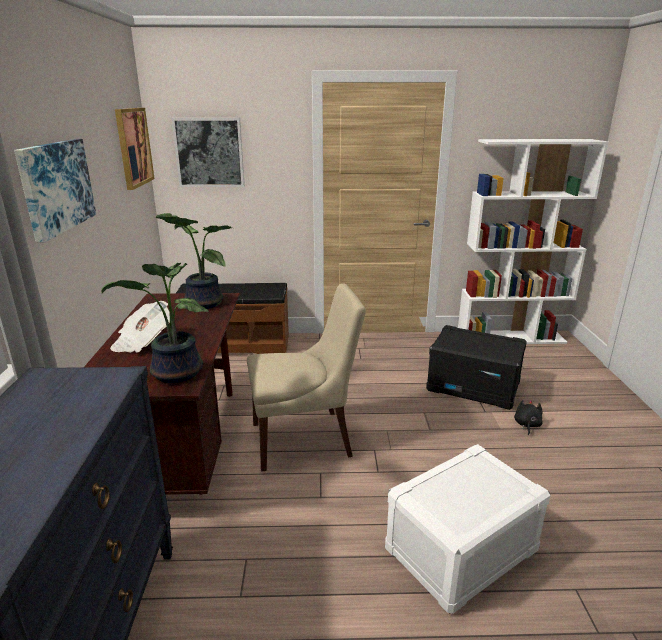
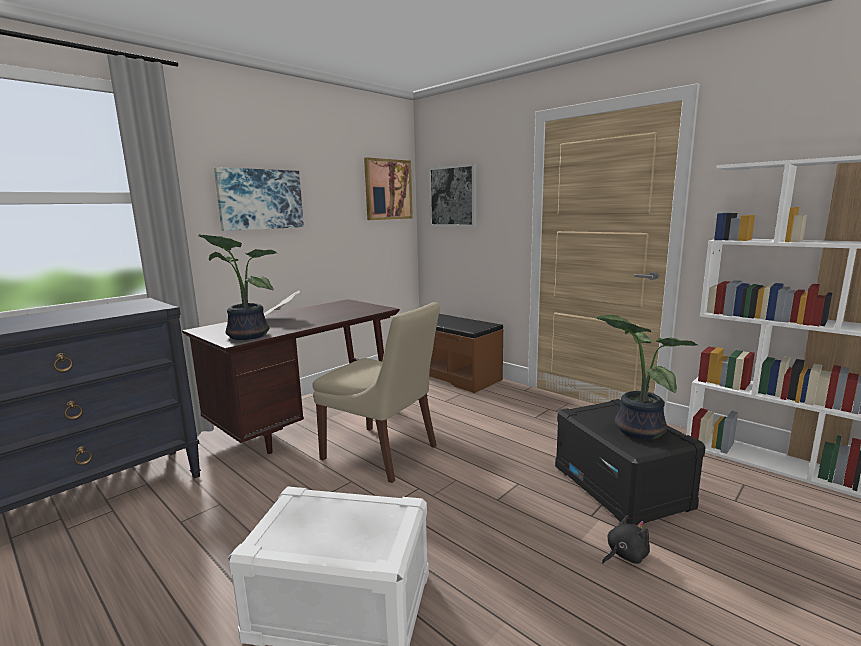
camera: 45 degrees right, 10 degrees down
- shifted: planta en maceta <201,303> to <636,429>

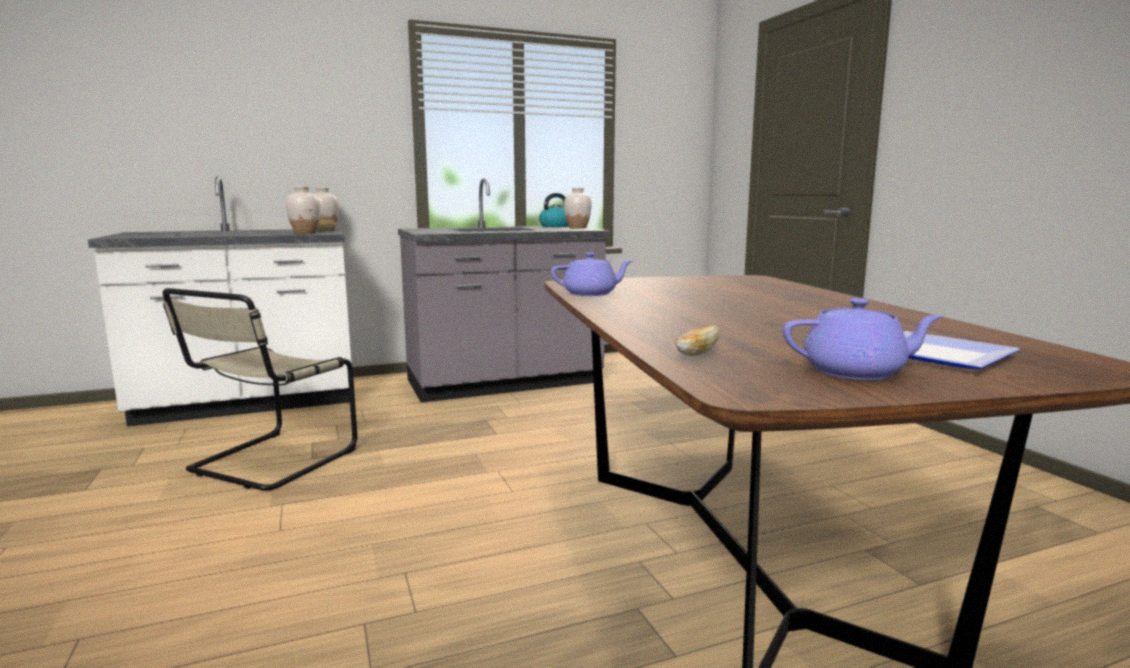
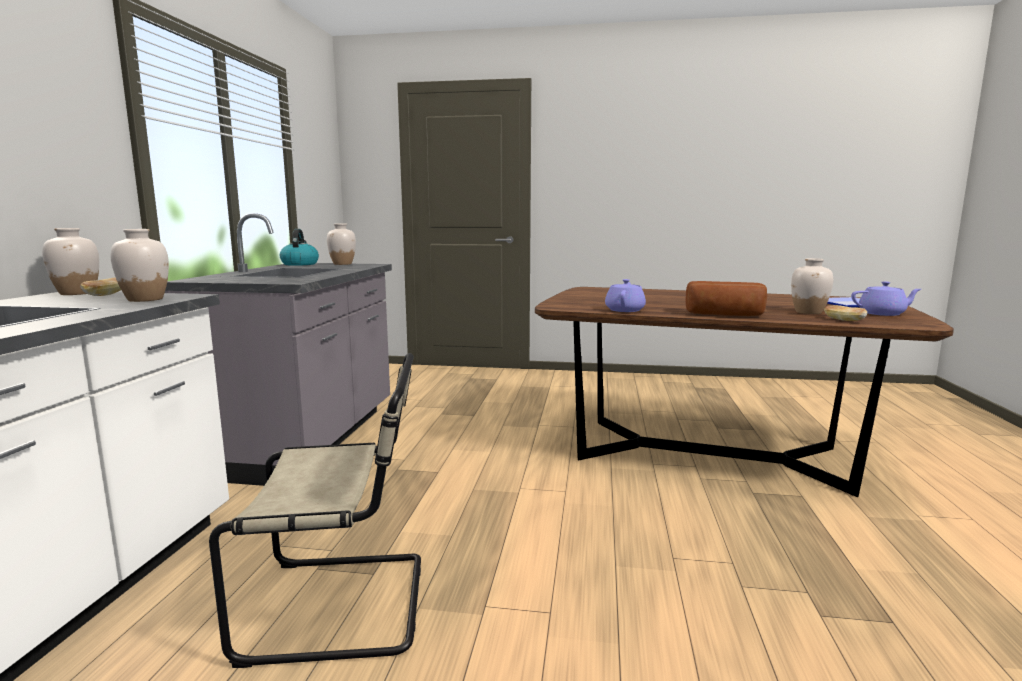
camera: 60 degrees left, 0 degrees up
- rotated: silla/beis <269,462> = <345,605> 60 degrees counterclockwise
- new: pan <724,315>
- new: florero/blanco <808,312>
- rotated: tetera/morado <856,372> = <883,314> 60 degrees clockwise

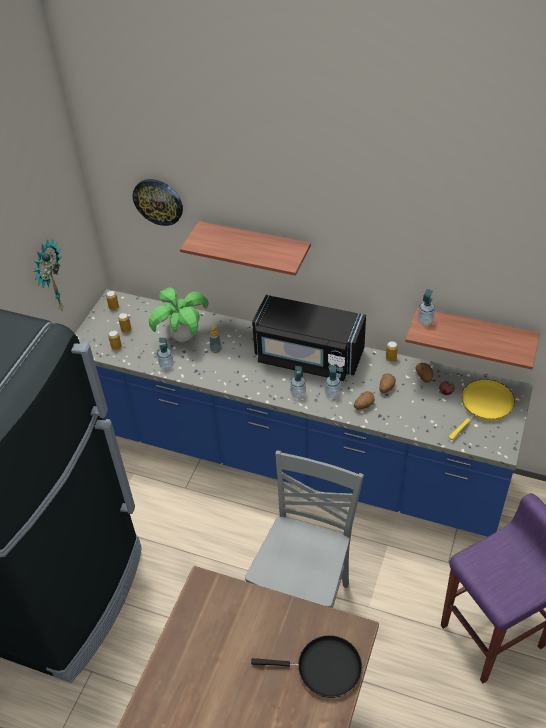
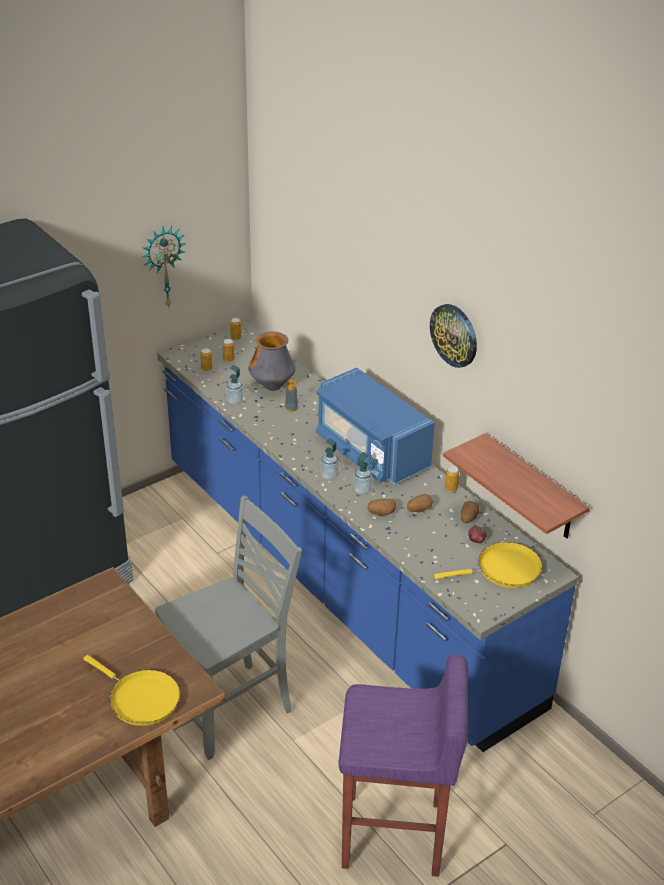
camera: 30 degrees right, 10 degrees down
- repainted: sartén/negro <324,668> to sartén/amarillo <140,698>
- swapped: planta en maceta <183,337> to florero <272,386>
- repainted: microondas/negro <308,357> to microondas/azul <370,451>
- shifted: reloj de pared <158,201> to <454,335>
- gone: estante <254,248>
- gone: dispensador de jabón <425,321>

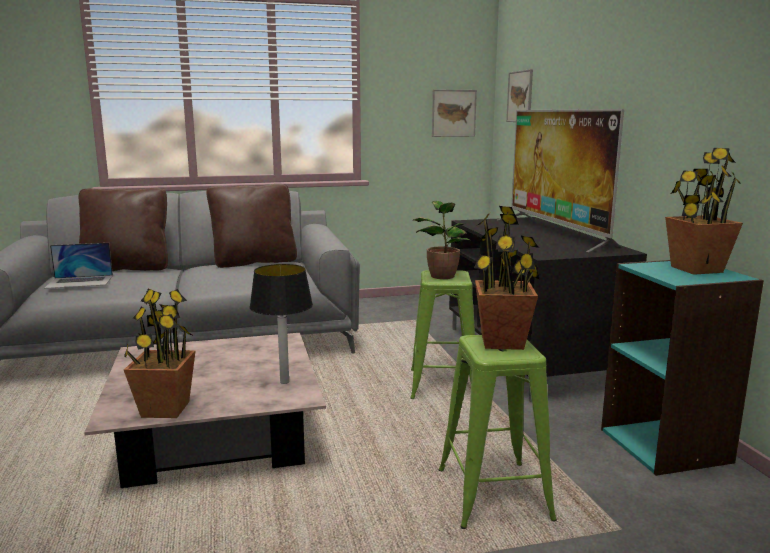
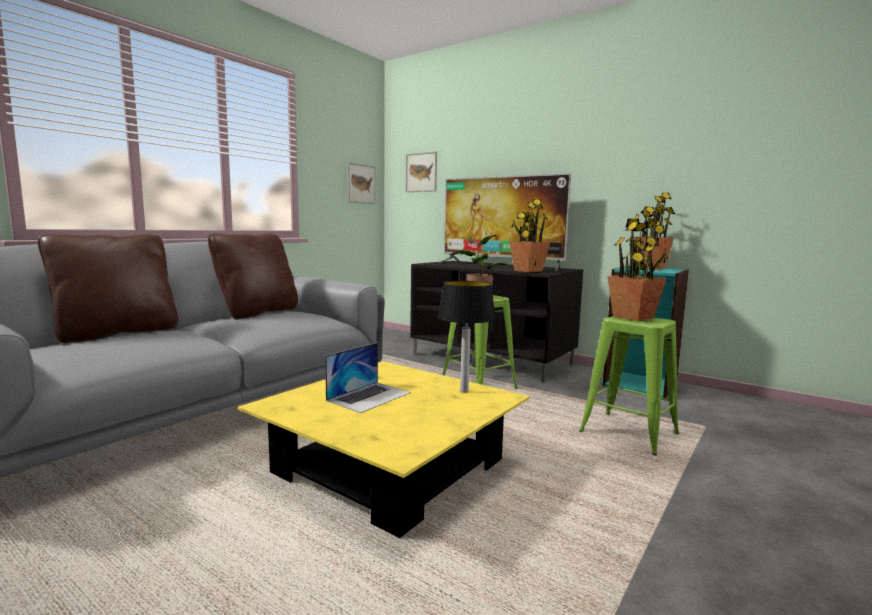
camera: 40 degrees left, 5 degrees down
- repainted: mesa de centro/rosa <217,434> to mesa de centro/amarillo <390,465>
- shifted: portátil <80,281> to <369,396>
- shifted: planta en maceta <164,409> to <527,271>

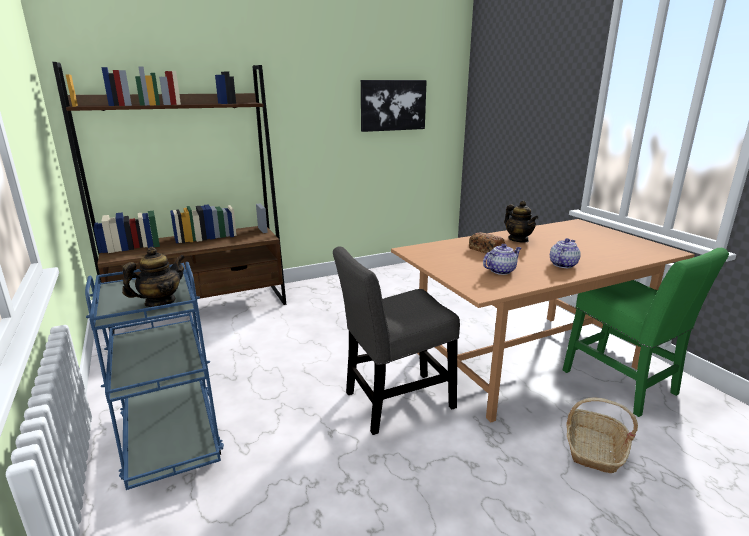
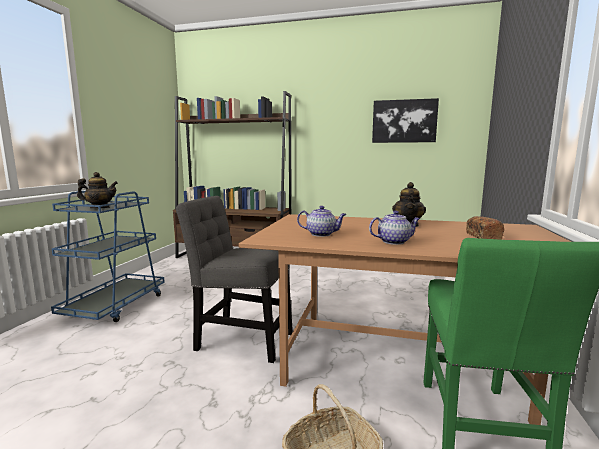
camera: 40 degrees right, 10 degrees down
- shifted: pan <485,250> to <483,236>

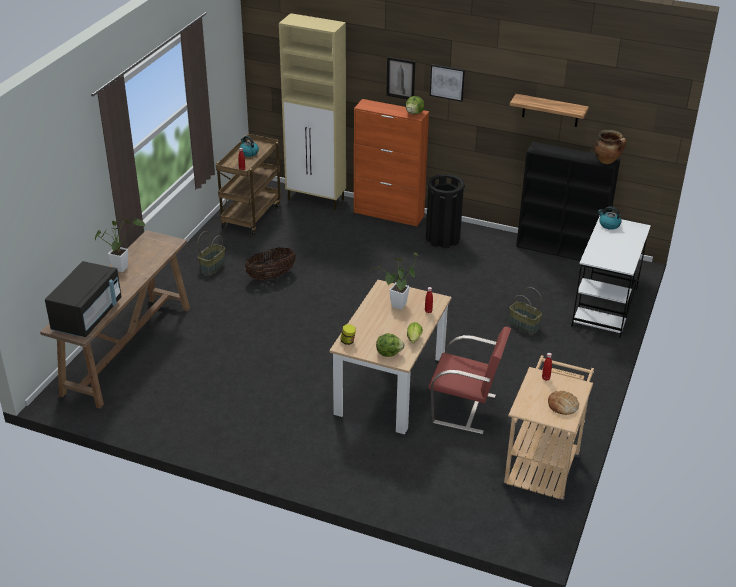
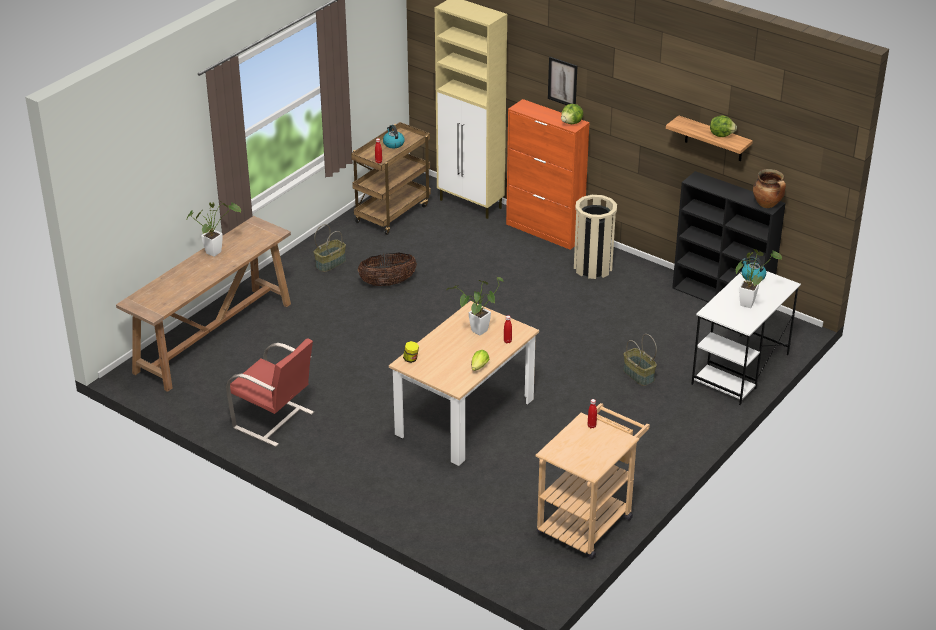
camera: 15 degrees right, 0 degrees up
- shifted: silla/rojo <465,409> to <274,421>
- repainted: papelera/negro <442,238> to papelera/beis <593,267>
- shifted: lechuga <389,353> to <721,135>
- new: planta en maceta <748,302>
- gone: microondas/negro <87,316>
- gone: cuadro <447,82>
- gone: pan <563,405>

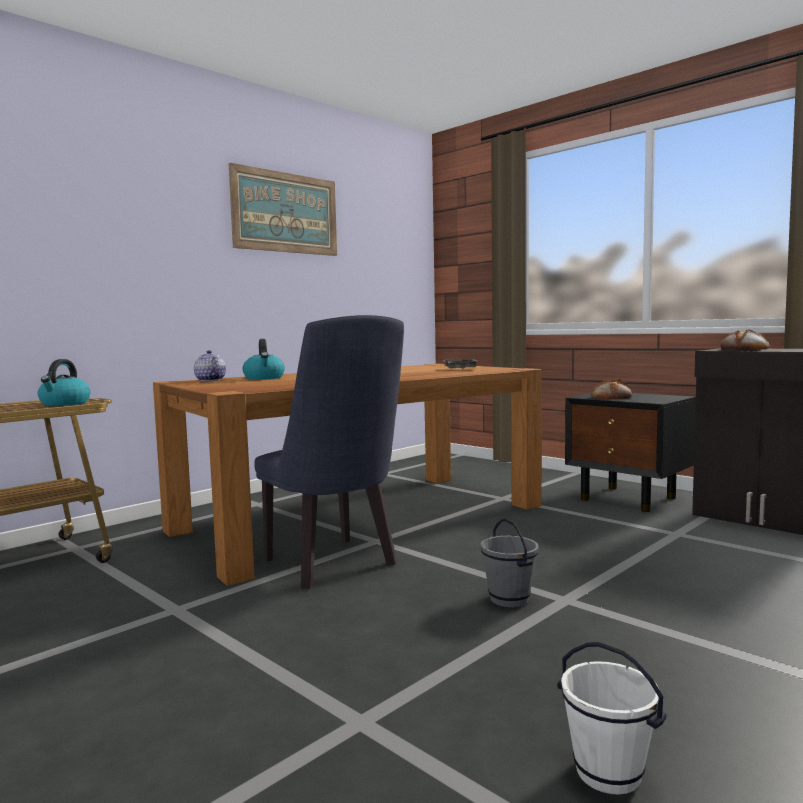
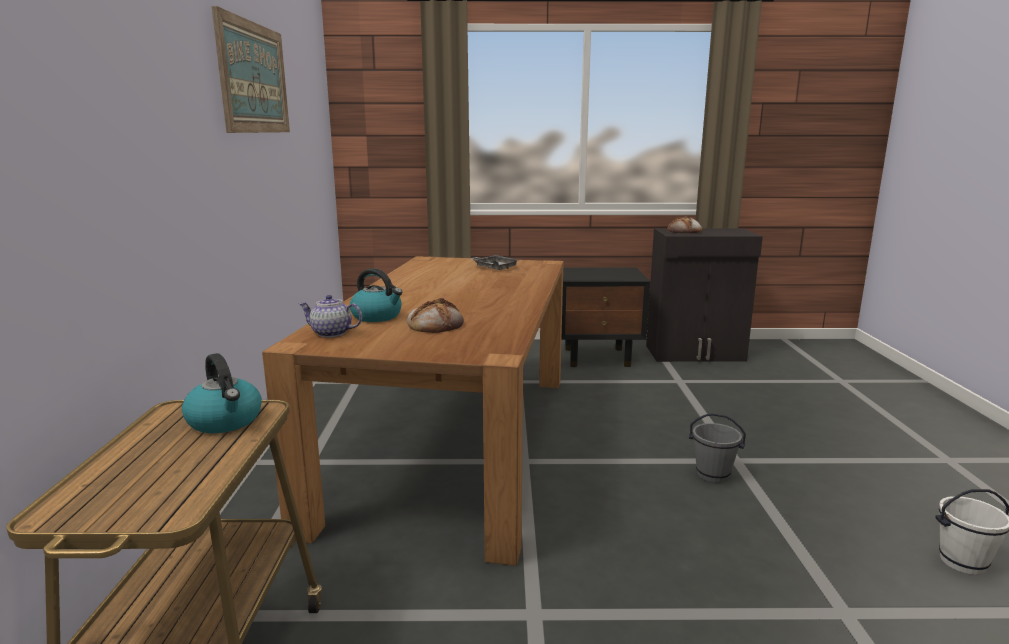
camera: 45 degrees left, 10 degrees up
- shifted: pan <612,397> to <435,324>
- gone: silla/azul <335,565>

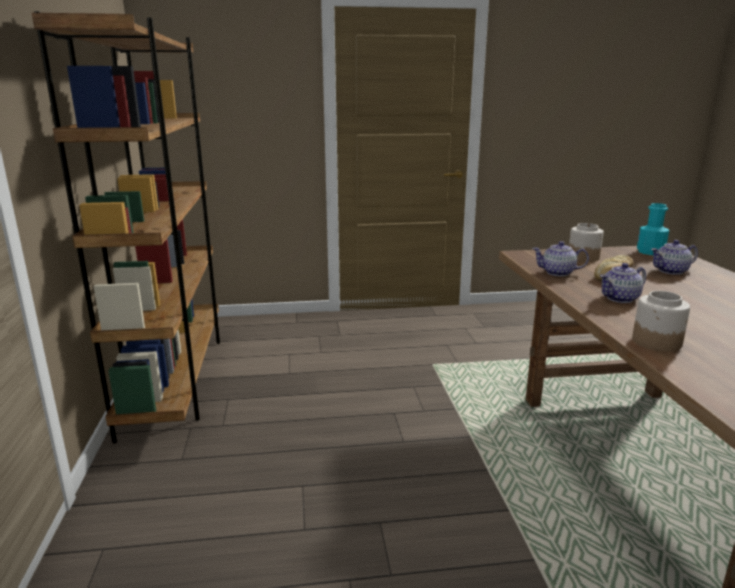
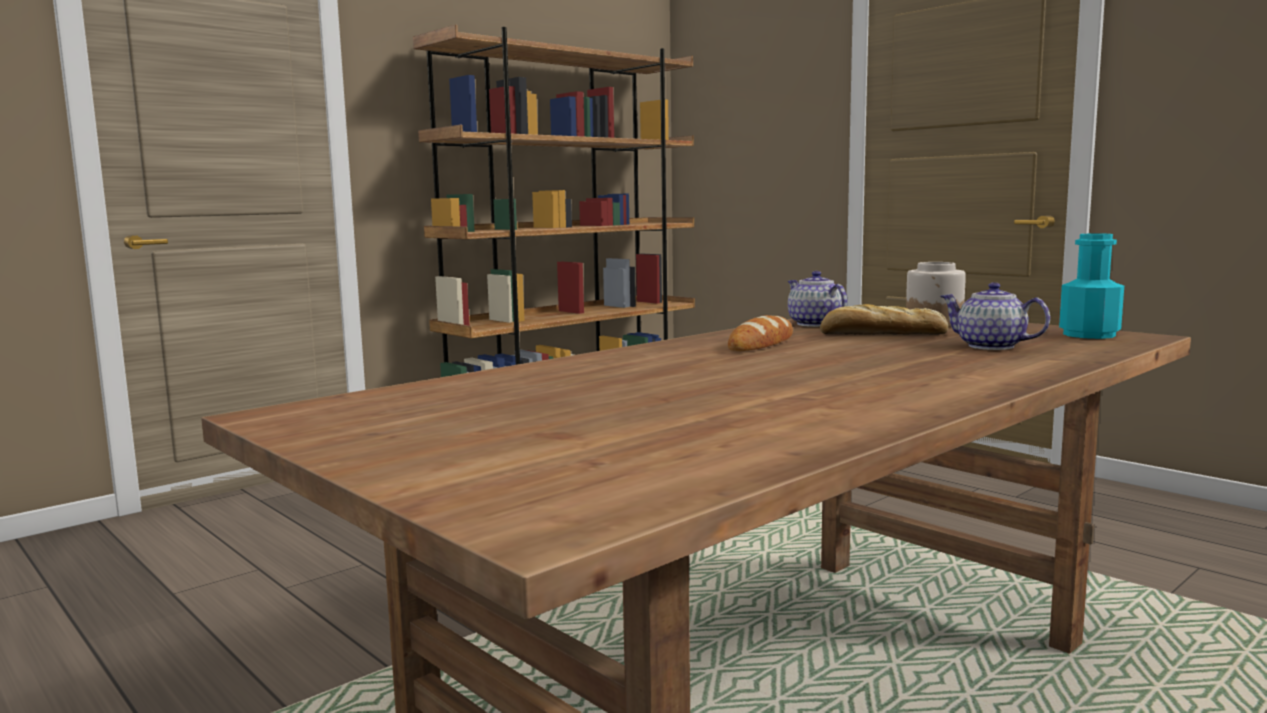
camera: 55 degrees right, 10 degrees down
- swapped: tetera <620,298> to pan <761,343>
- gone: tarro <657,342>

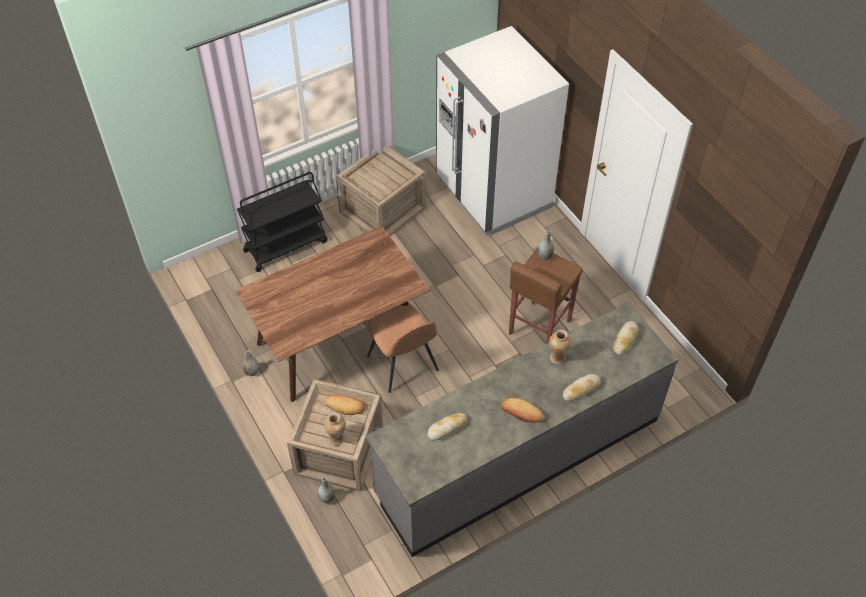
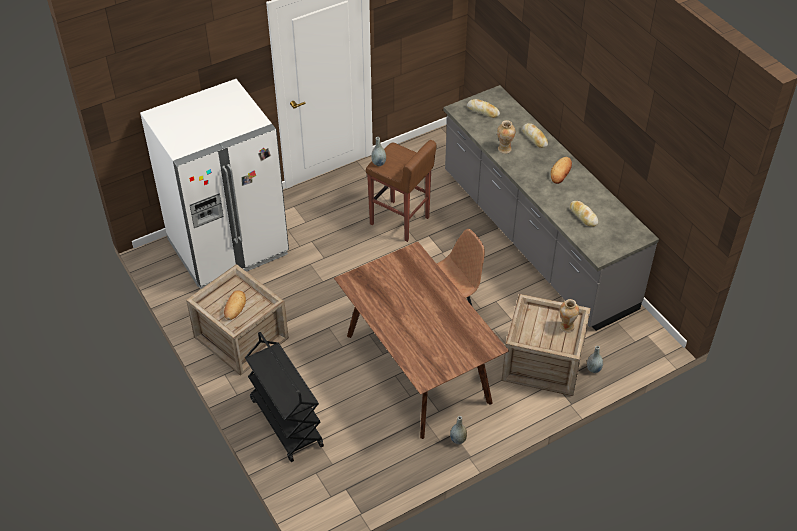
camera: 90 degrees left, 5 degrees down
- shifted: pan <345,406> to <235,307>

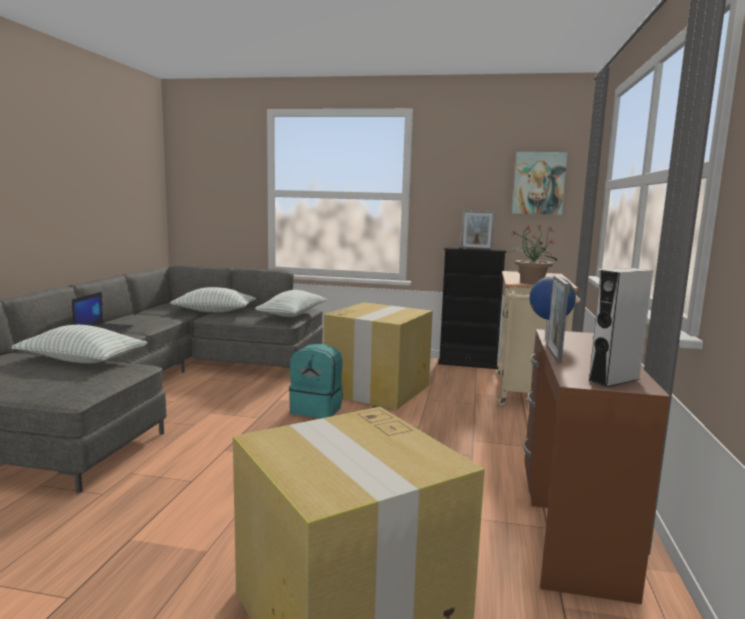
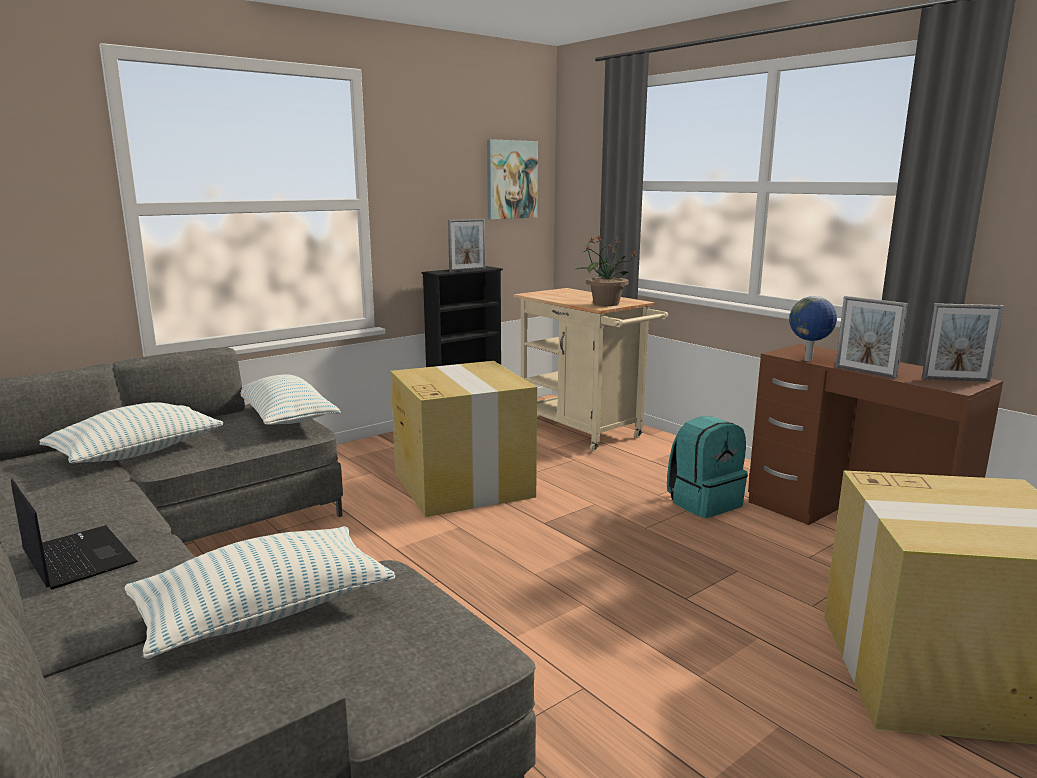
camera: 50 degrees left, 5 degrees up
- shifted: mochila/turquesa <317,409> to <704,502>
- swapped: altavoz/gris <614,380> to portarretratos <955,380>

